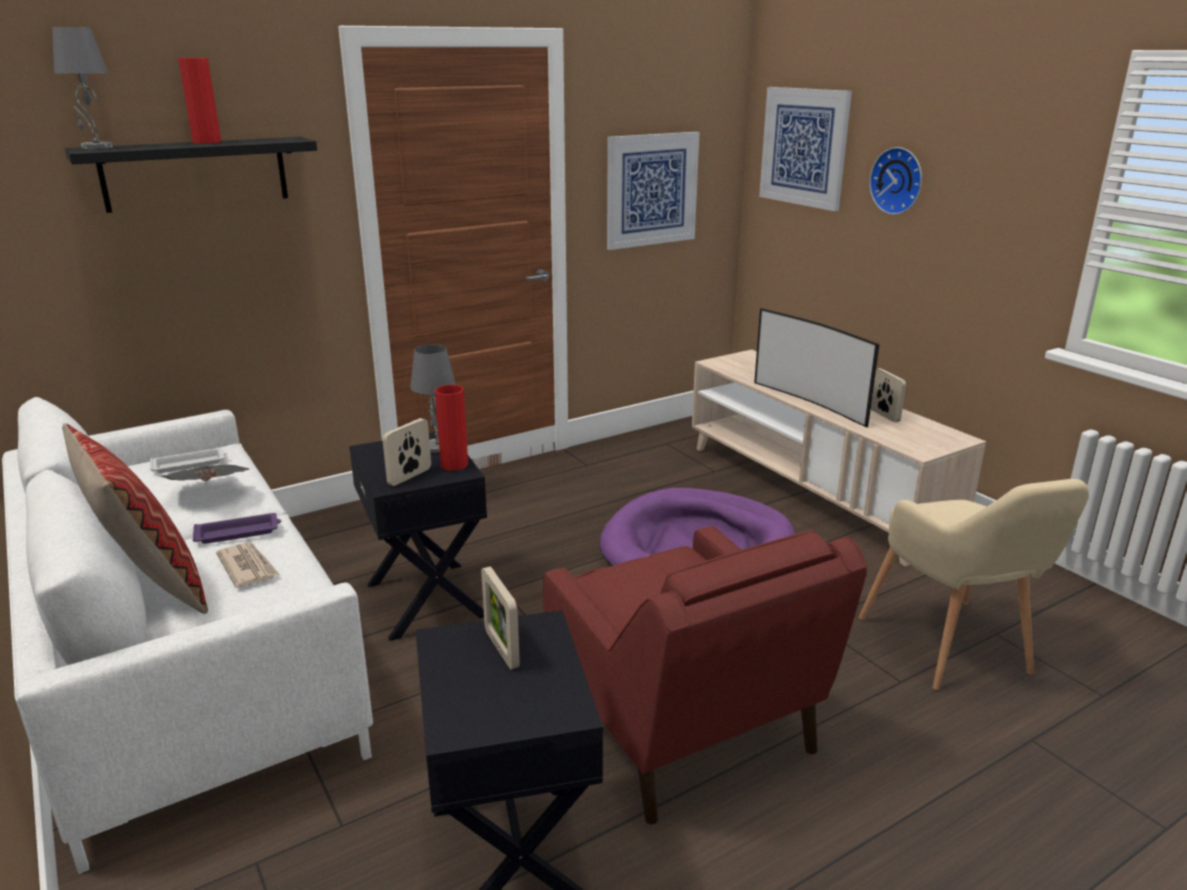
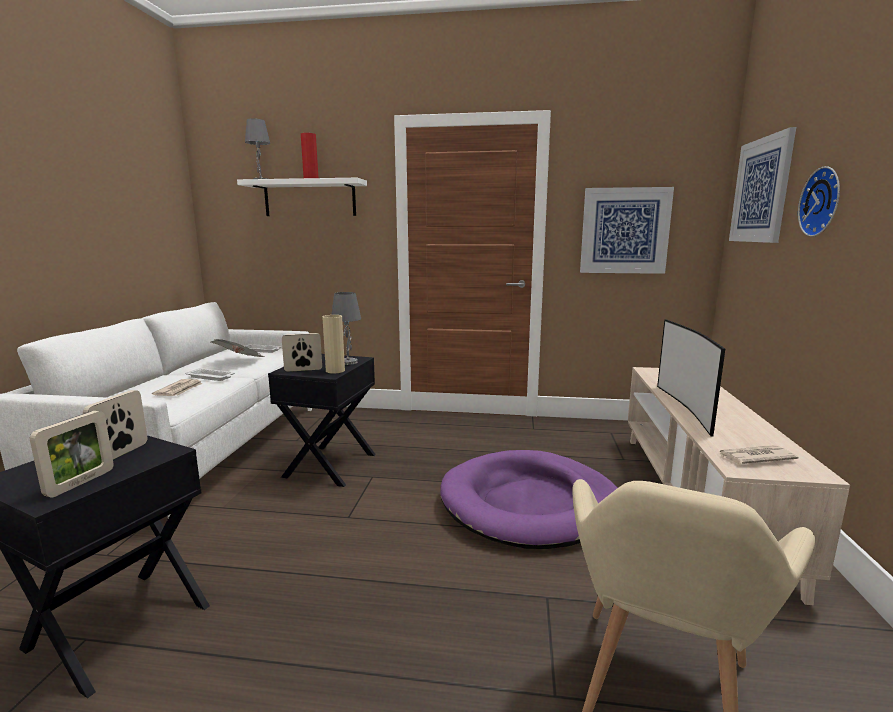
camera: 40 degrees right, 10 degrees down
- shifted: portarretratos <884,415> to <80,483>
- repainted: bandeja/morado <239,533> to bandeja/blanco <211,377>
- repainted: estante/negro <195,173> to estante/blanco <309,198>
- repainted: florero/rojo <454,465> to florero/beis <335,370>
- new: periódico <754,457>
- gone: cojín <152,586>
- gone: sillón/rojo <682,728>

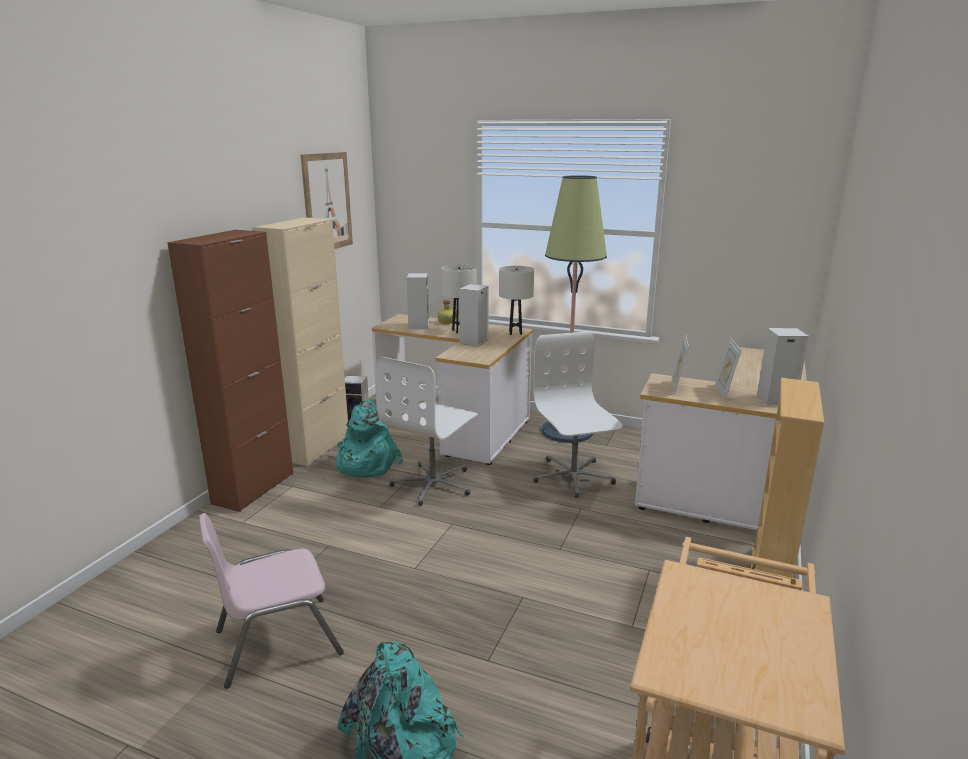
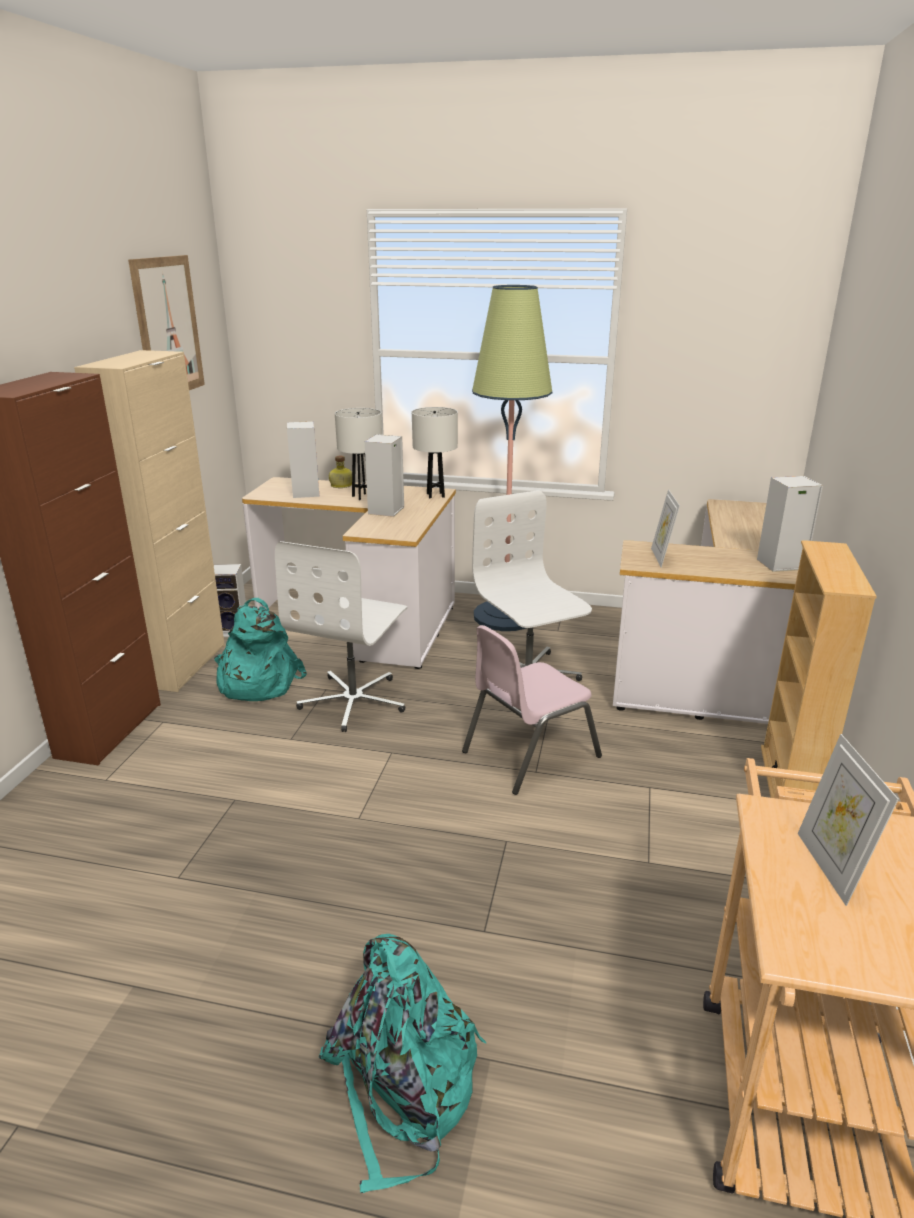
camera: 10 degrees left, 5 degrees up
- shifted: silla/rosa <277,641> to <529,754>
- shifted: portarretratos <724,392> to <830,867>

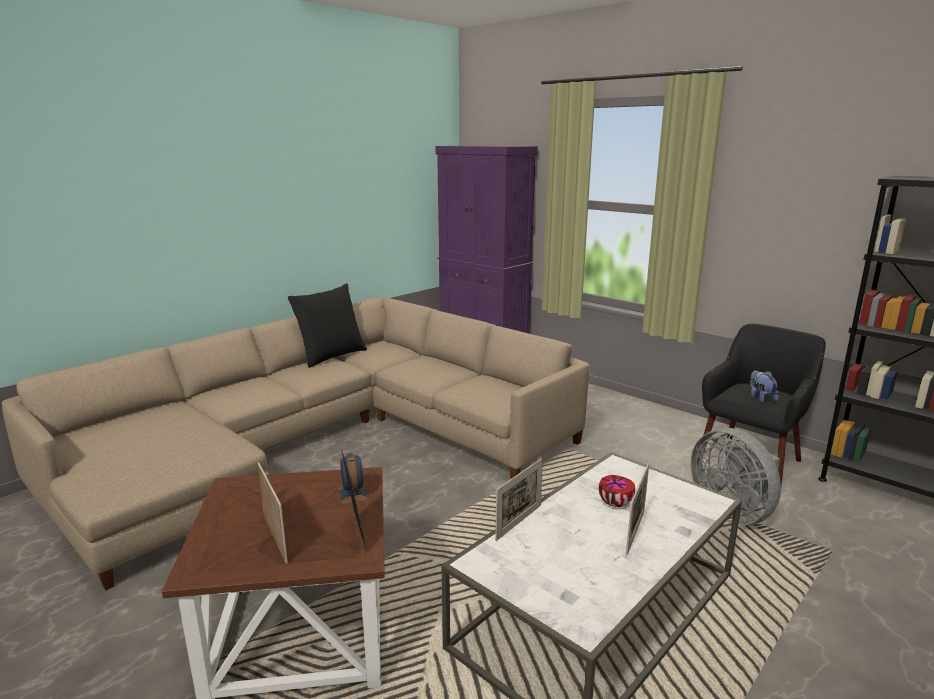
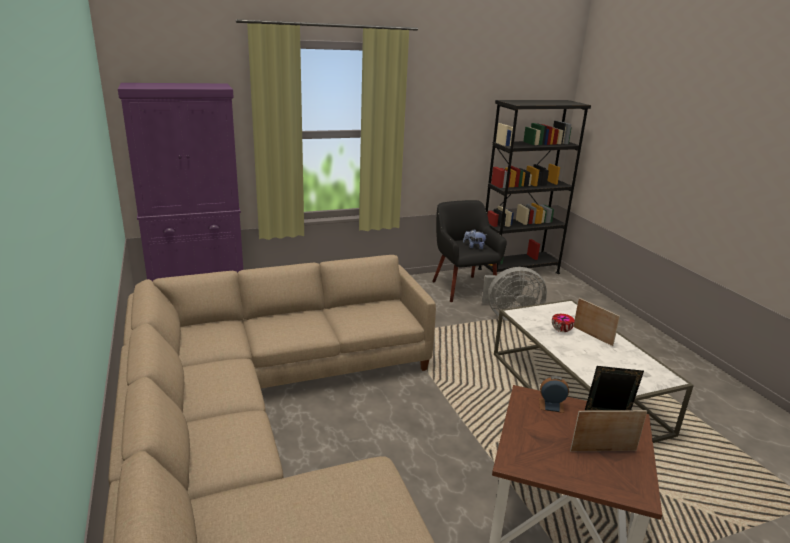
camera: 65 degrees left, 5 degrees up
- gone: cojín/negro <331,356>
- gone: portarretratos <519,522>

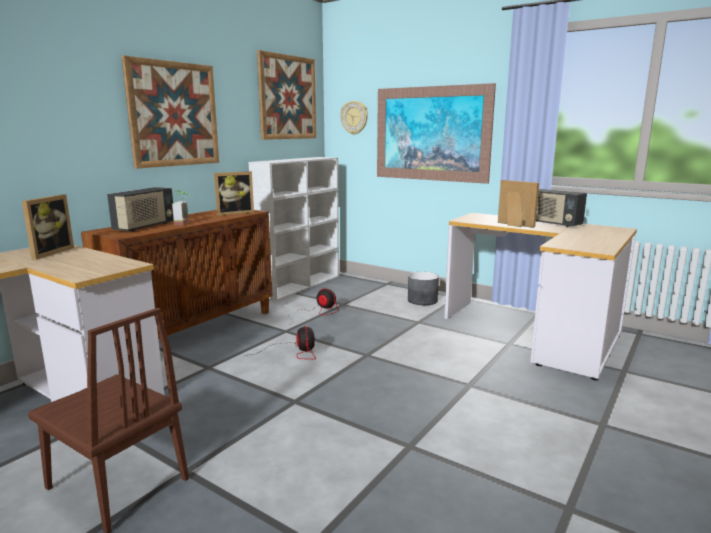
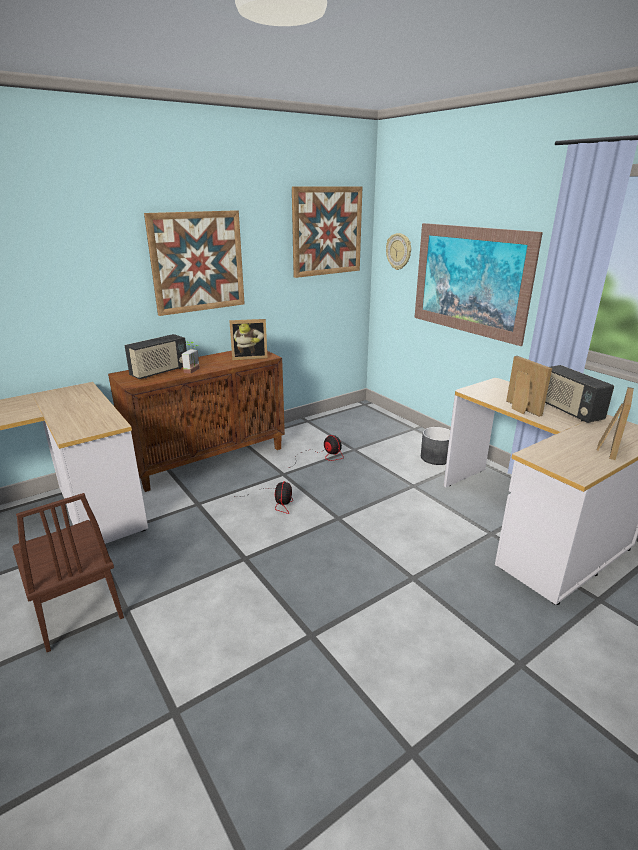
camera: 20 degrees right, 10 degrees up
- shifted: portarretratos <48,253> to <607,447>
- gone: estantería/blanco <300,285>

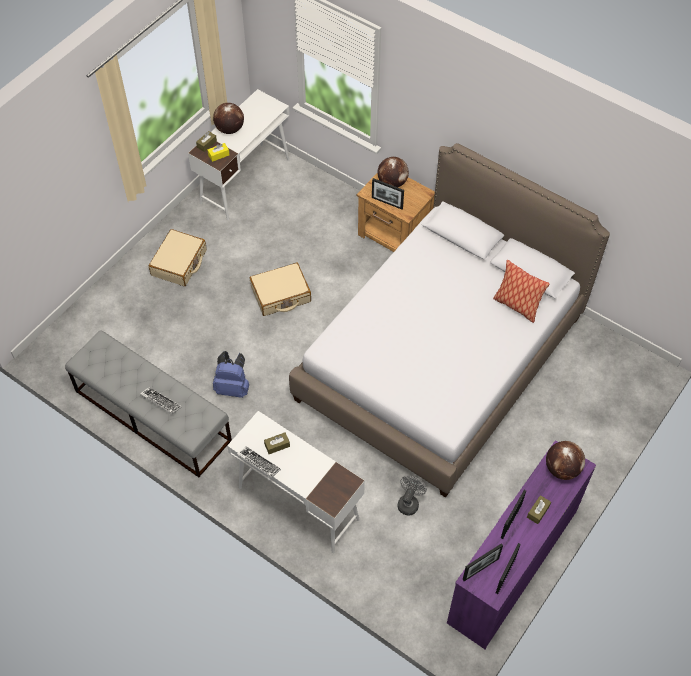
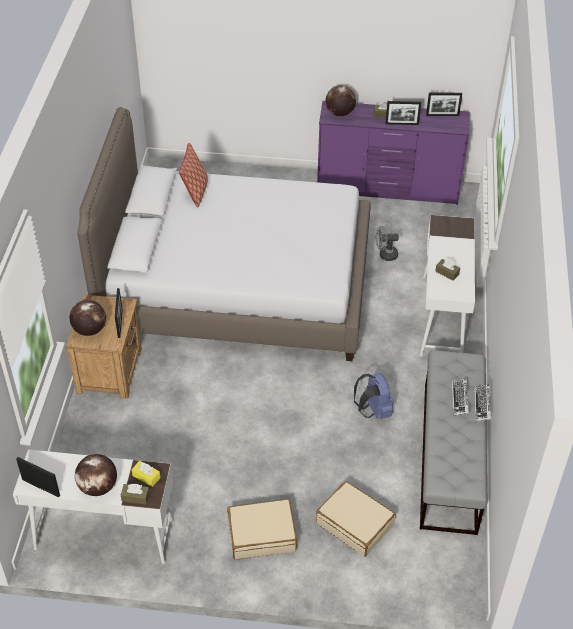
camera: 120 degrees left, 10 degrees down
- shifted: portarretratos <480,569> to <41,487>
- shifted: maleta/beis <281,295> to <355,524>
- shifted: teclado <258,463> to <482,404>

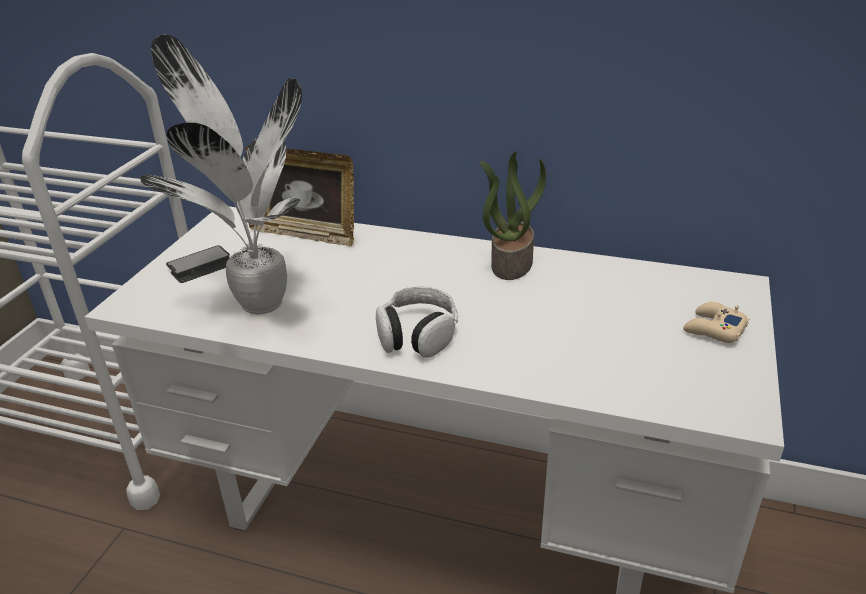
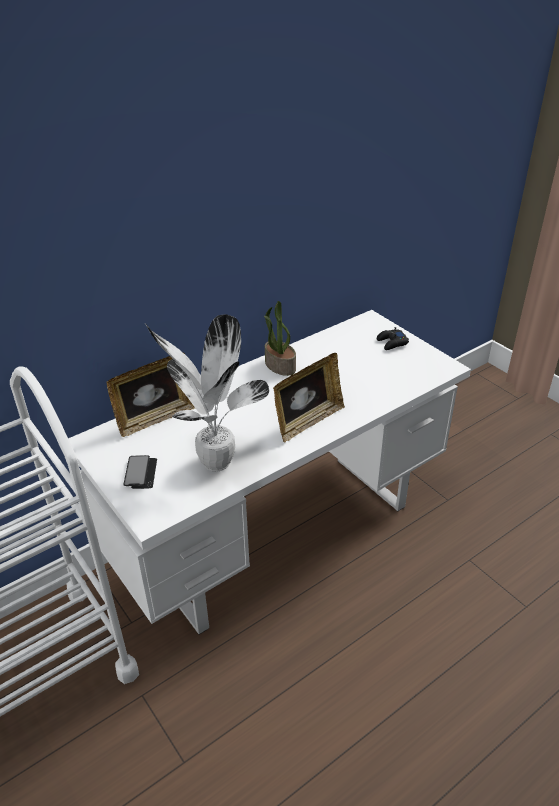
camera: 55 degrees left, 5 degrees up
- swapped: auriculares <417,334> to portarretratos <308,421>
- repainted: mando de consola/beis <713,329> to mando de consola/negro <392,343>

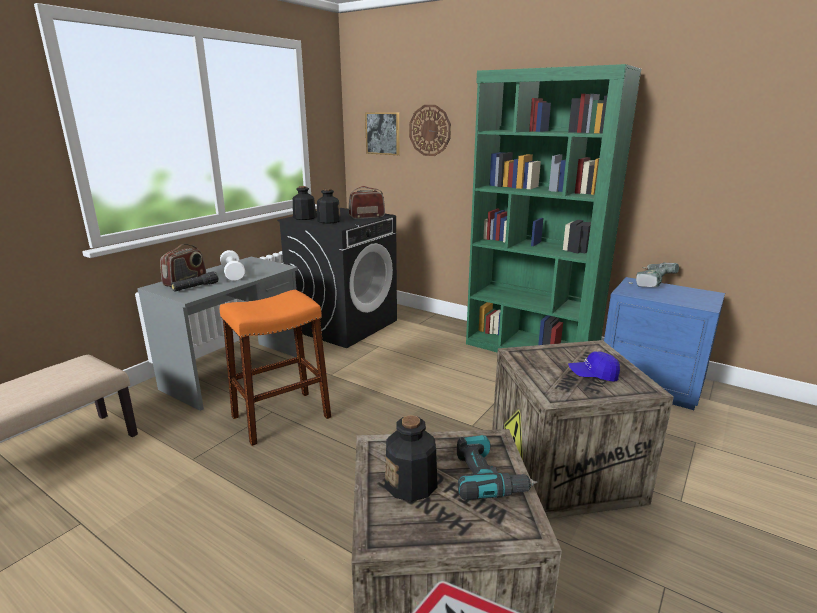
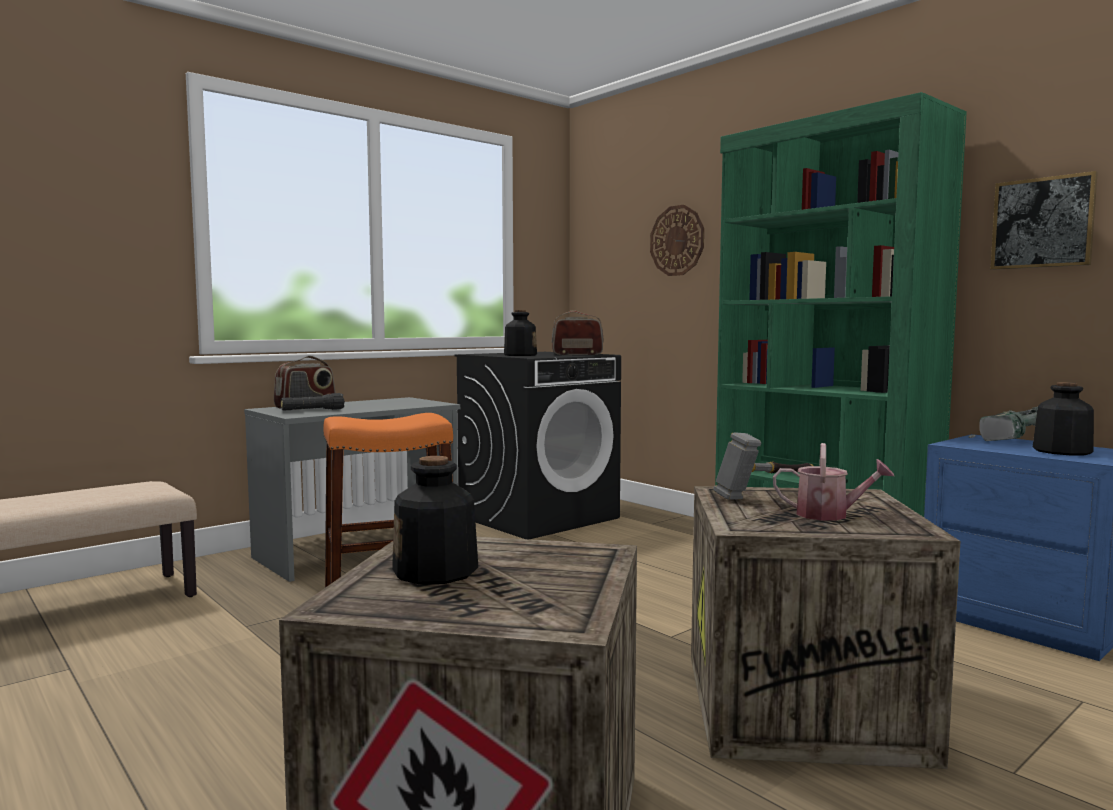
camera: 15 degrees right, 15 degrees down
- new: martillo <766,493>
- swapped: gorra/azul <593,376> to regadera <829,515>
- shifted: cuadro <383,133> to <1042,223>
- shifted: botella <304,218> to <1061,451>
- gone: mancuerna/blanco <233,274>
- gone: taladro <488,478>

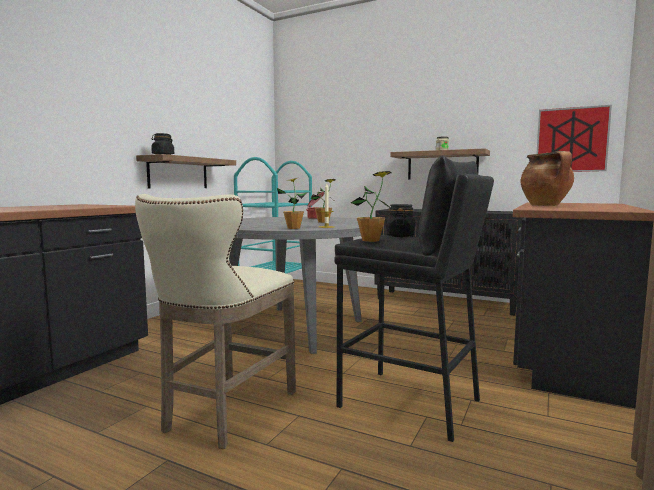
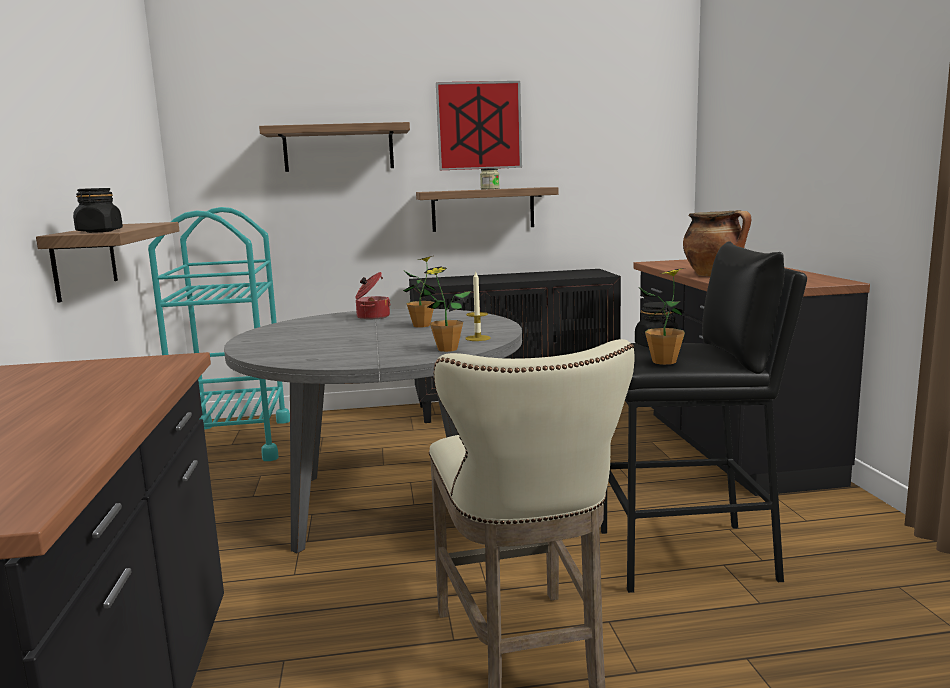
camera: 35 degrees left, 5 degrees up
- new: estante <338,148>
- shifted: cuadro <571,140> to <479,126>

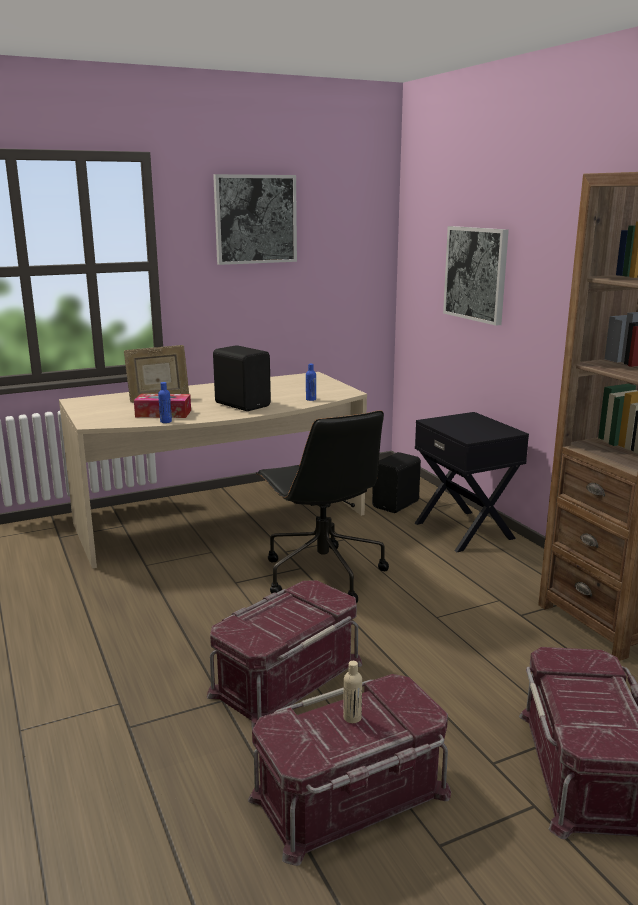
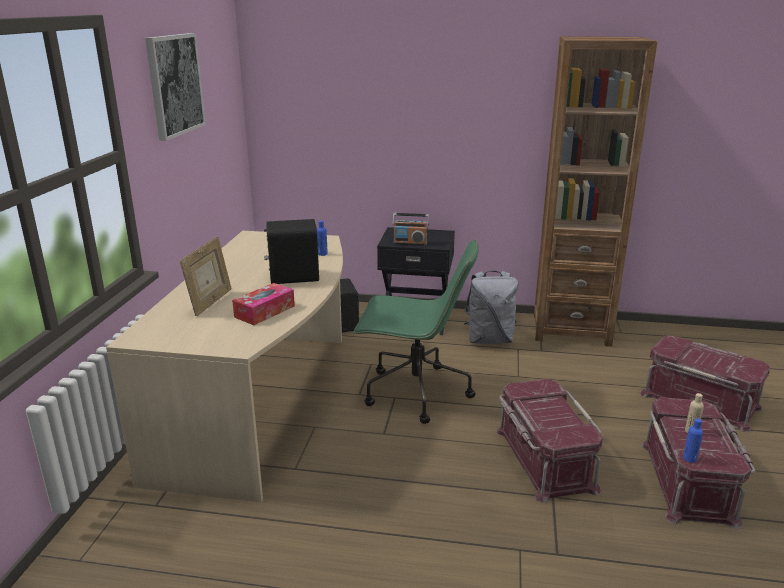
camera: 55 degrees left, 5 degrees up
- repainted: silla de oficina/negro <322,574> to silla de oficina/verde <414,393>
- new: radio <410,243>
- new: mochila/gris <489,340>
- shifted: botella/azul <166,421> to <689,458>
- gone: cuadro <476,274>

